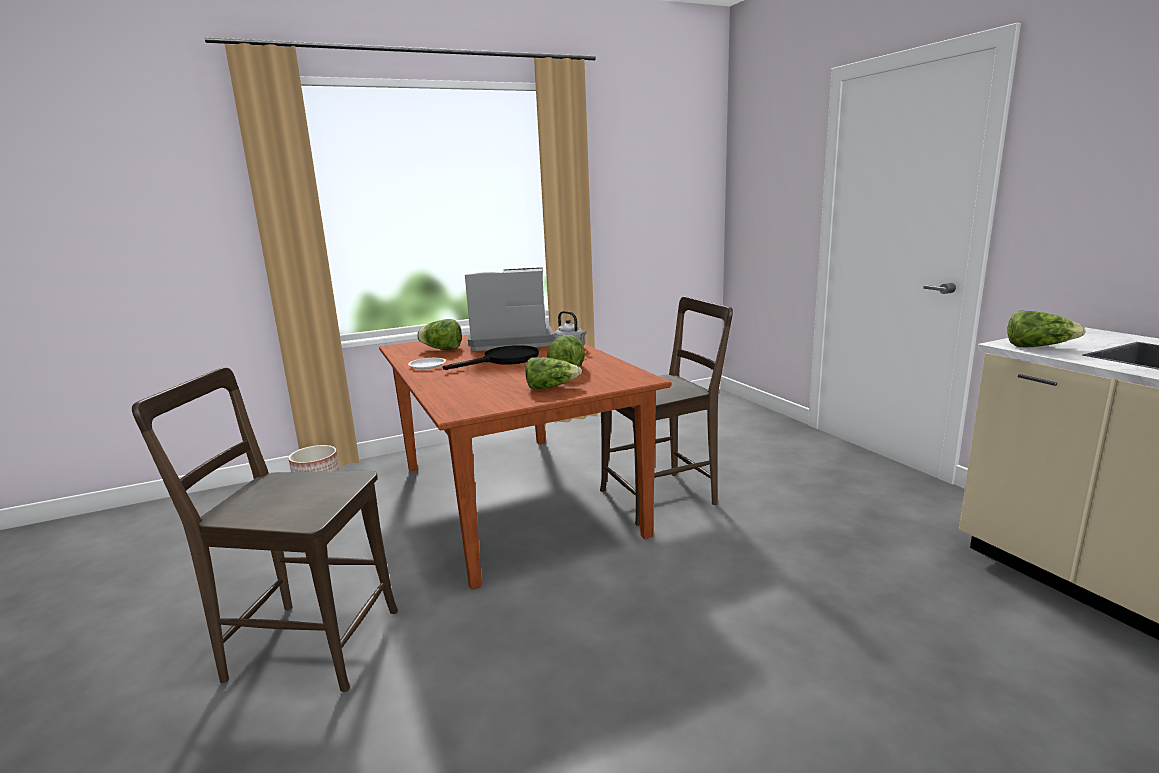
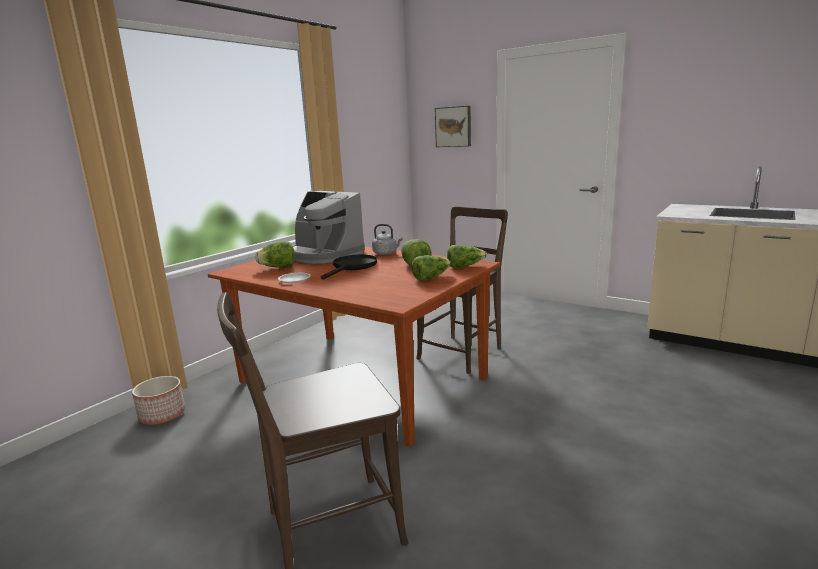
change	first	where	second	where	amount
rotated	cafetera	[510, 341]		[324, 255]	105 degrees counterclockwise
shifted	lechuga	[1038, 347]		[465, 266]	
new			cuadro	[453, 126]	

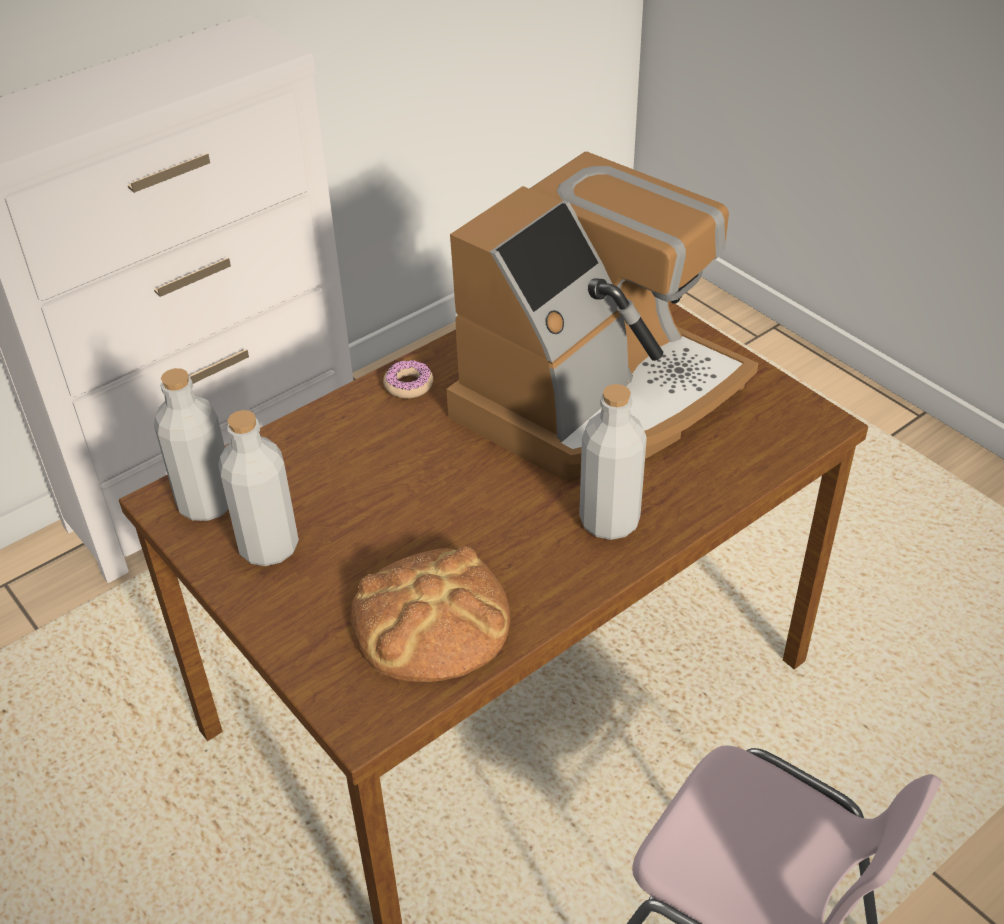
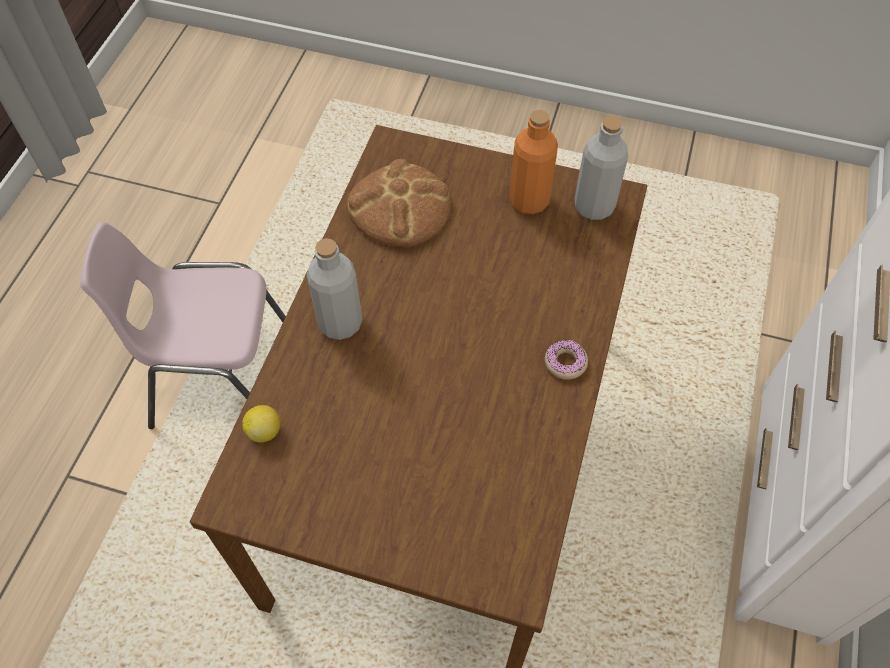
change	first	where	second	where	amount
gone	cafetera	[598, 397]			
repainted	botella (gris)	[269, 547]	botella (naranja)	[529, 200]	
new			limón	[264, 431]	

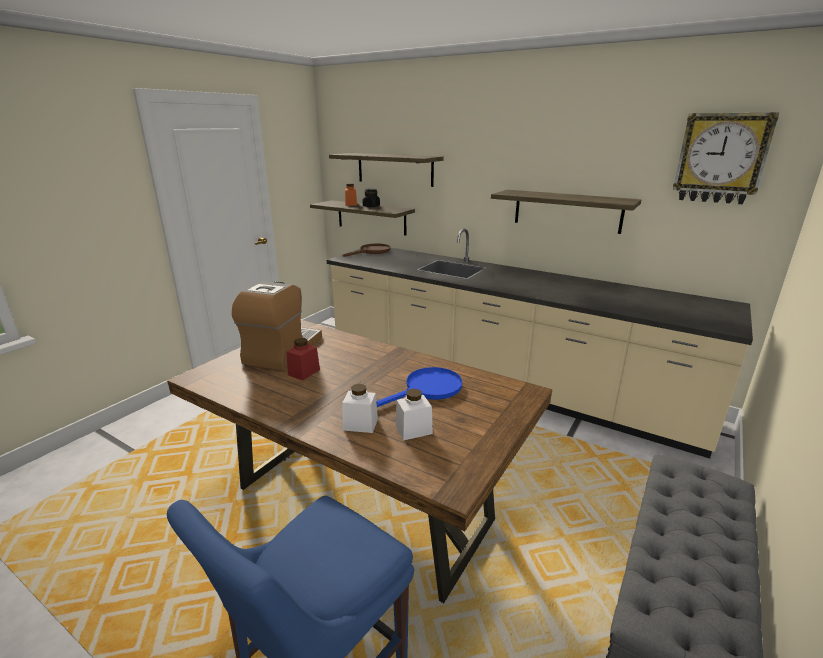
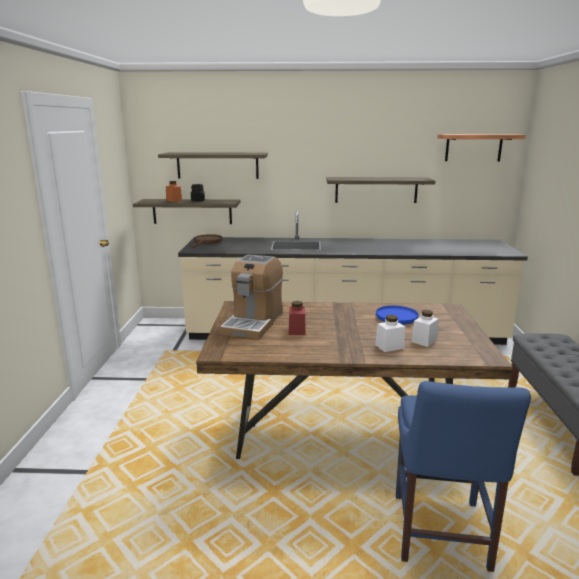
change	first	where	second	where	amount
swapped	reloj de pared	[721, 158]	estante	[473, 147]	
rotated	cafetera	[282, 351]		[253, 322]	150 degrees counterclockwise

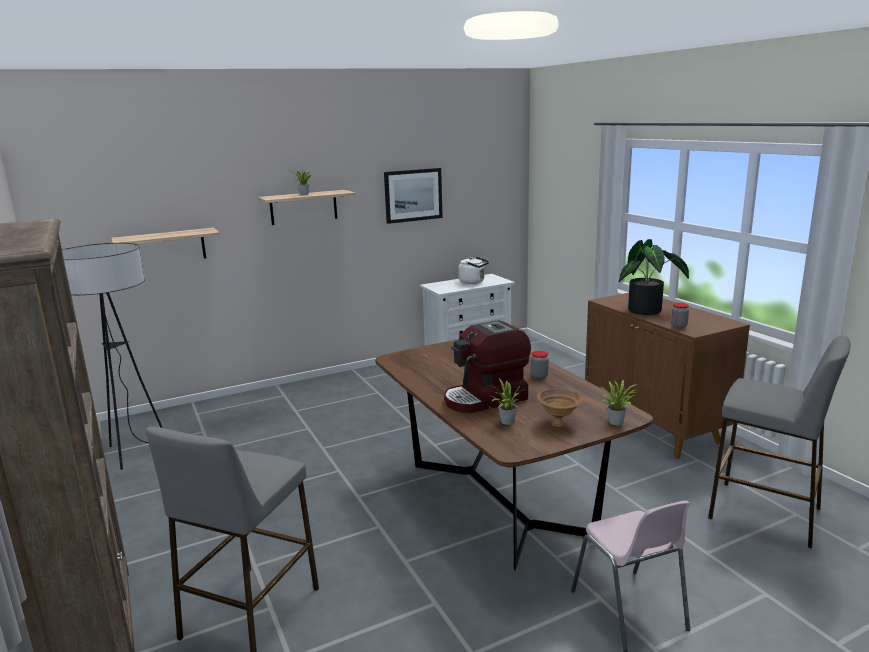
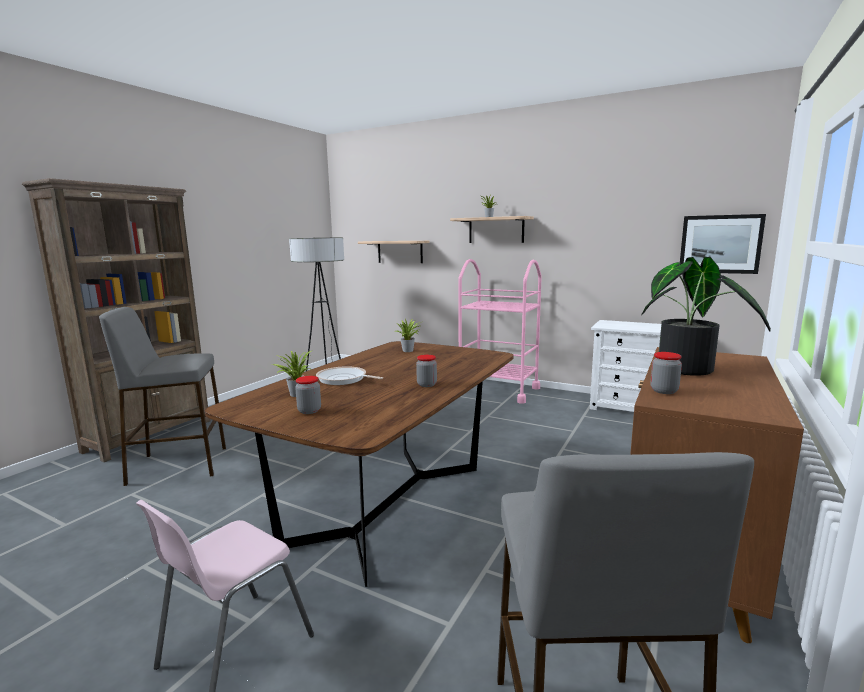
change	first	where	second	where	amount
shifted	cuadro	[413, 195]		[720, 244]	
gone	hervidor (blanco)	[473, 282]			
swapped	cafetera	[486, 399]	sartén	[344, 379]	
shifted	planta en maceta	[617, 421]		[409, 351]	
swapped	cuenco (marrón)	[558, 423]	tarro	[309, 411]	
new			carrito (rosa)	[498, 390]	

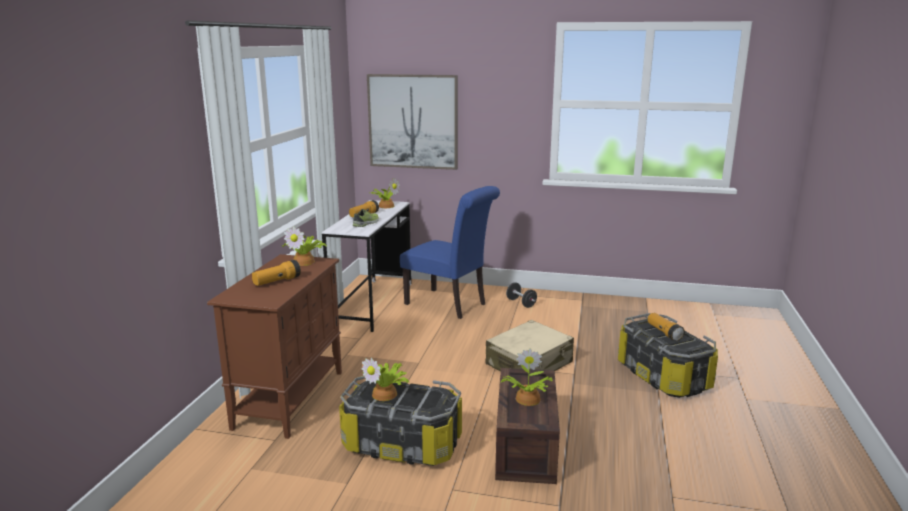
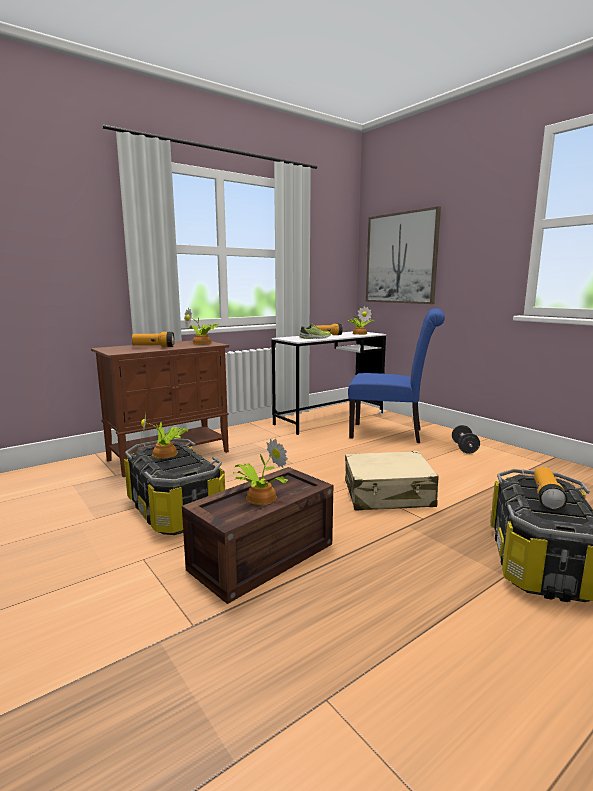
change	first	where	second	where	amount
rotated	silla (azul)	[450, 305]		[391, 433]	60 degrees counterclockwise

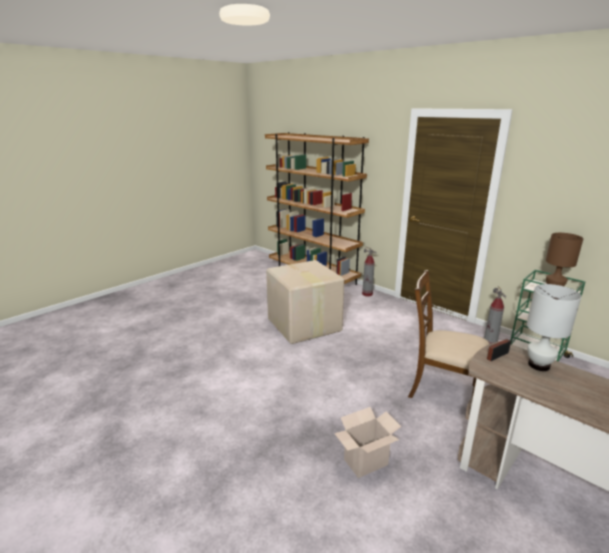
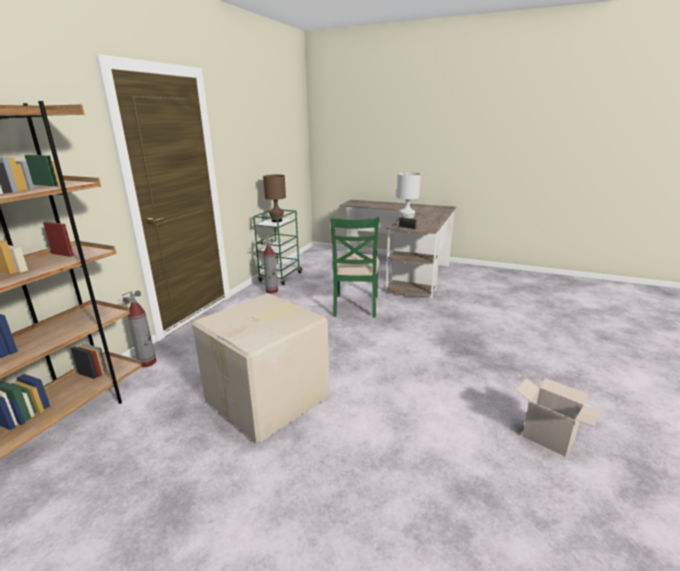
change	first	where	second	where	amount
repainted	silla (marrón)	[443, 390]	silla (verde)	[355, 305]	
shifted	caja de cartón	[365, 463]		[550, 438]	

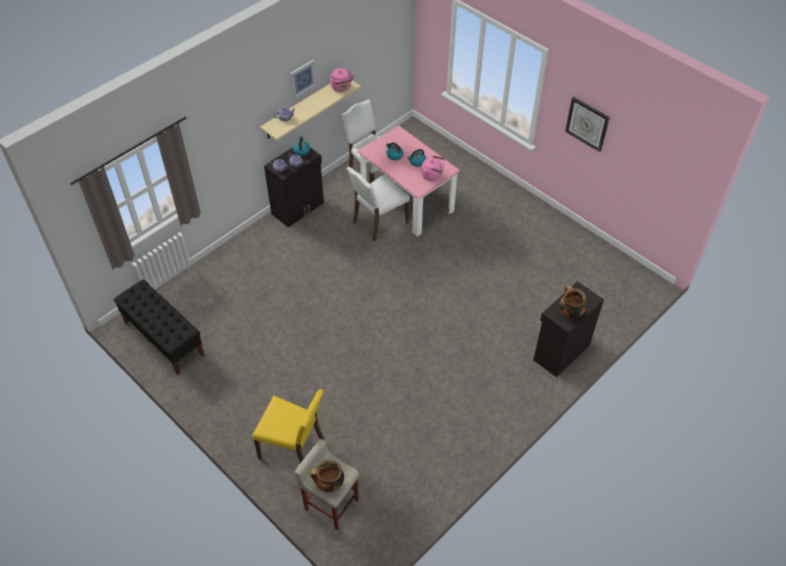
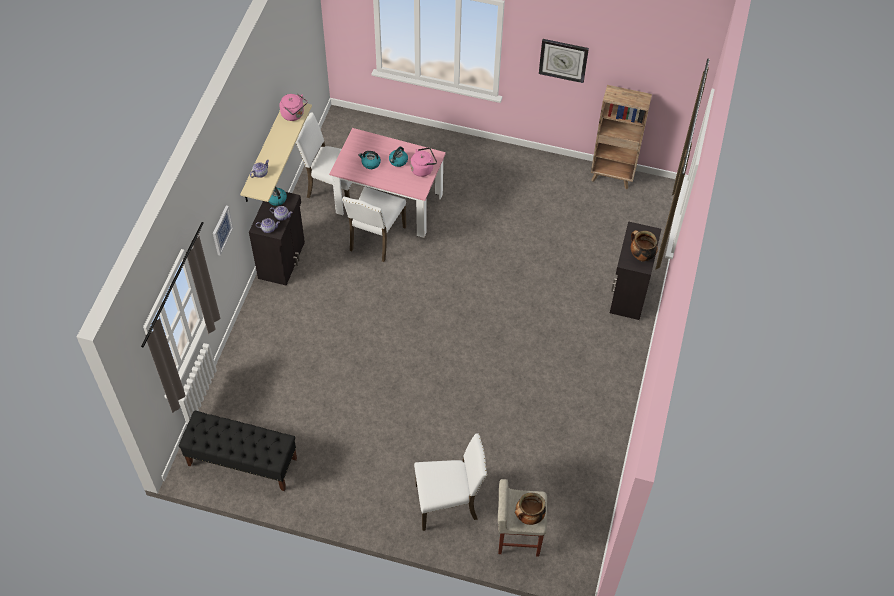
change	first	where	second	where	amount
shifted	cuadro	[302, 78]		[221, 230]	
repainted	silla (amarillo)	[293, 447]	silla (blanco)	[448, 503]	
new			estantería (marrón)	[612, 177]	

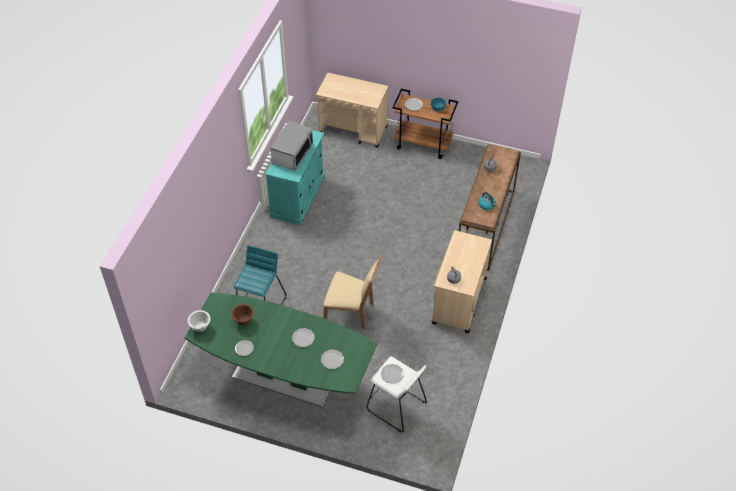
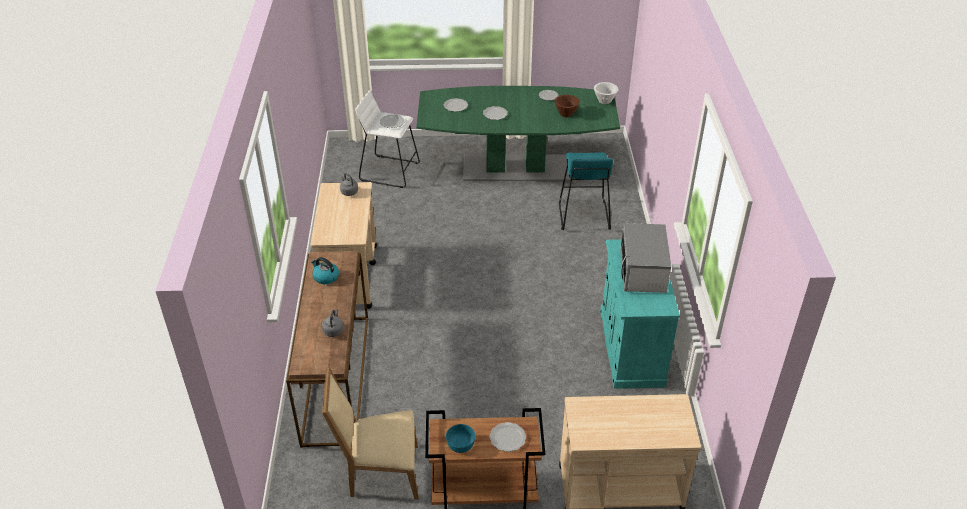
change	first	where	second	where	amount
shifted	silla (beis)	[352, 312]		[379, 473]	

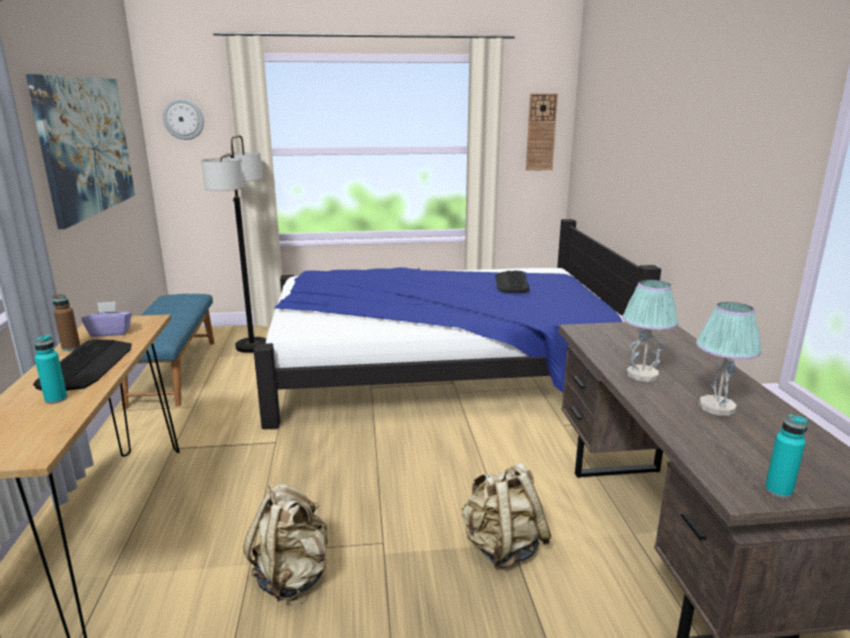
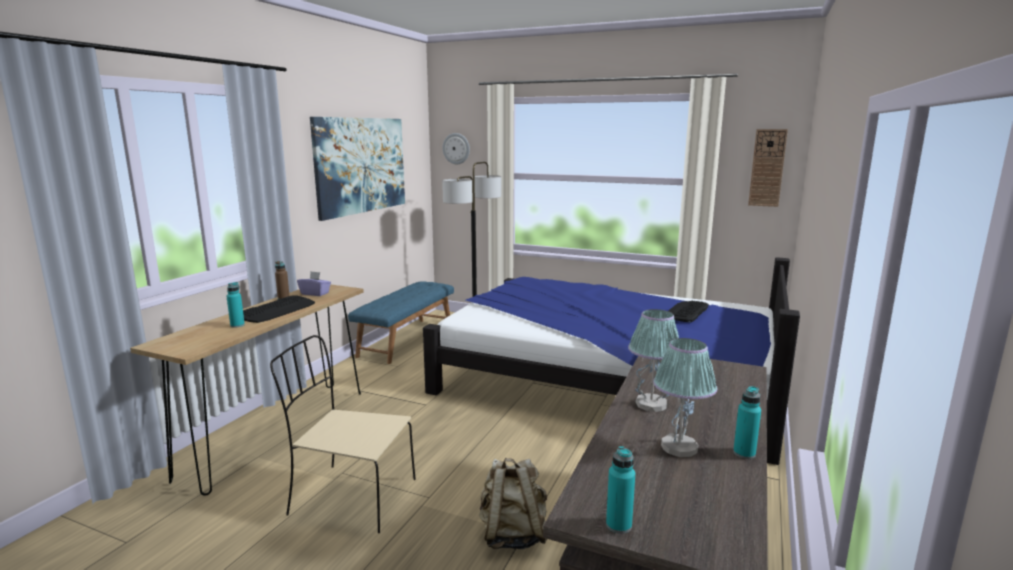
change	first	where	second	where	amount
swapped	mochila (beis)	[292, 576]	silla (beis)	[350, 497]	
new			botella (turquesa)	[744, 453]	

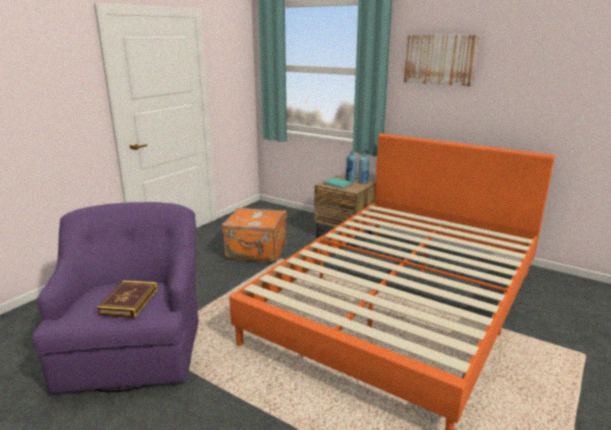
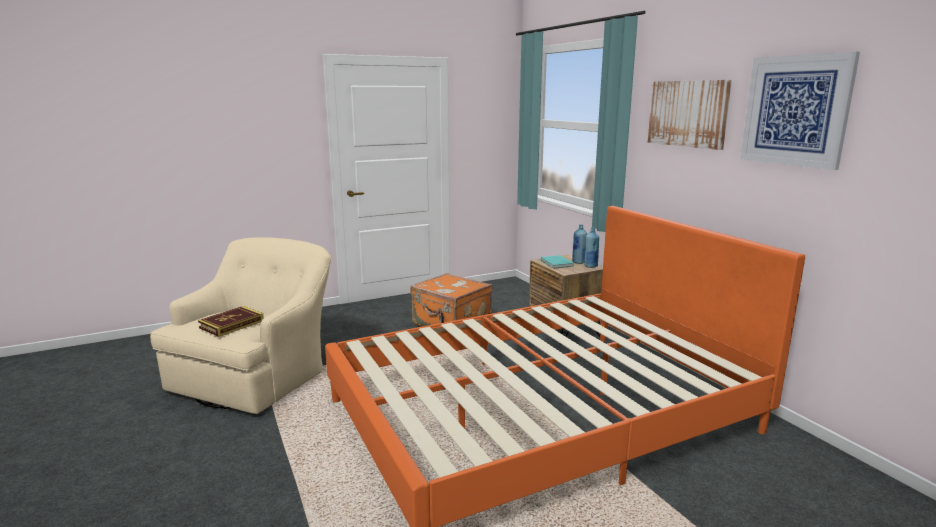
change	first	where	second	where	amount
repainted	sillón (morado)	[134, 346]	sillón (beis)	[257, 376]	
new			cuadro	[795, 110]	

